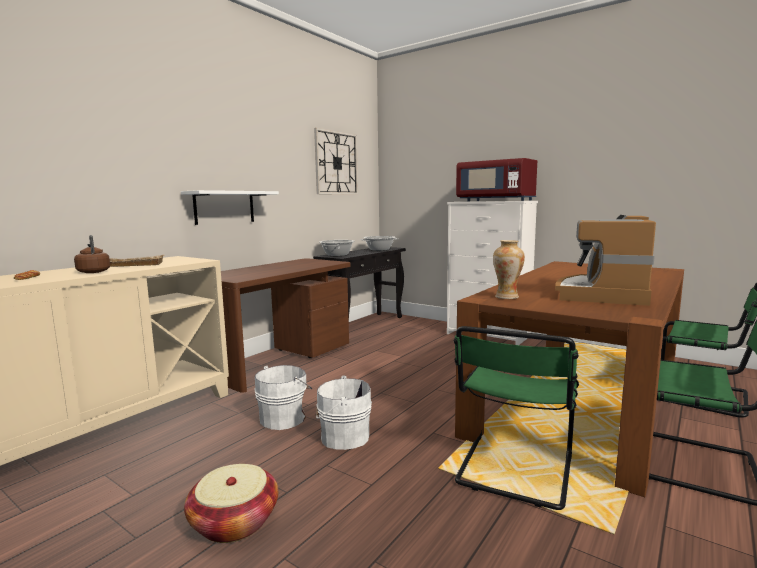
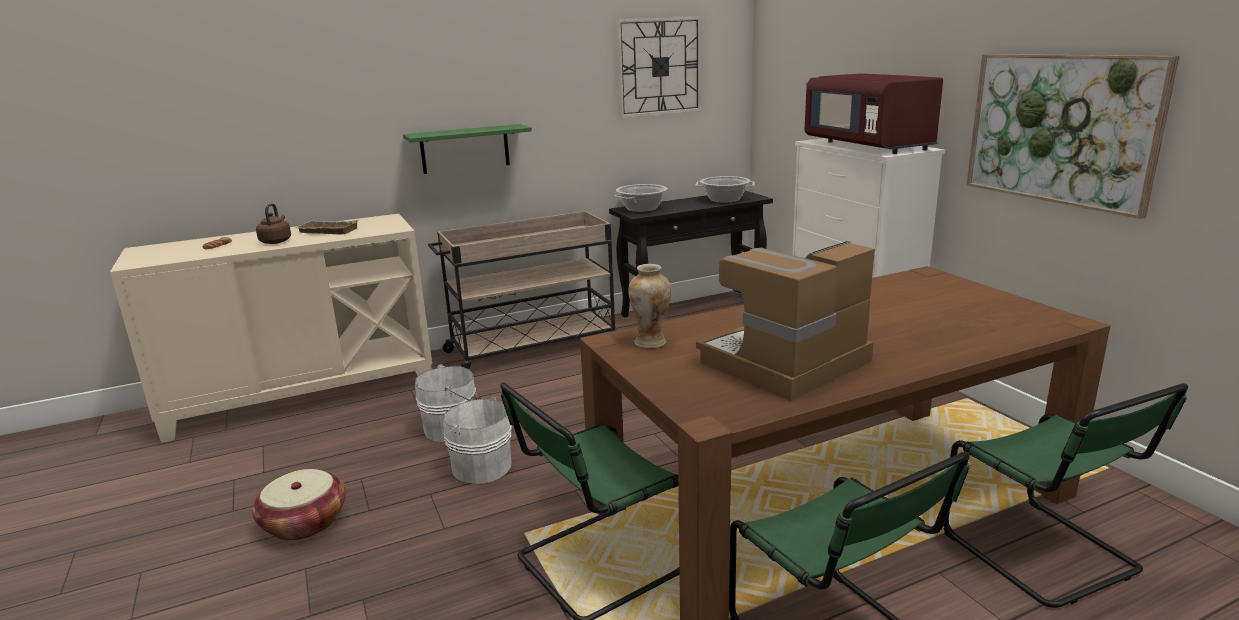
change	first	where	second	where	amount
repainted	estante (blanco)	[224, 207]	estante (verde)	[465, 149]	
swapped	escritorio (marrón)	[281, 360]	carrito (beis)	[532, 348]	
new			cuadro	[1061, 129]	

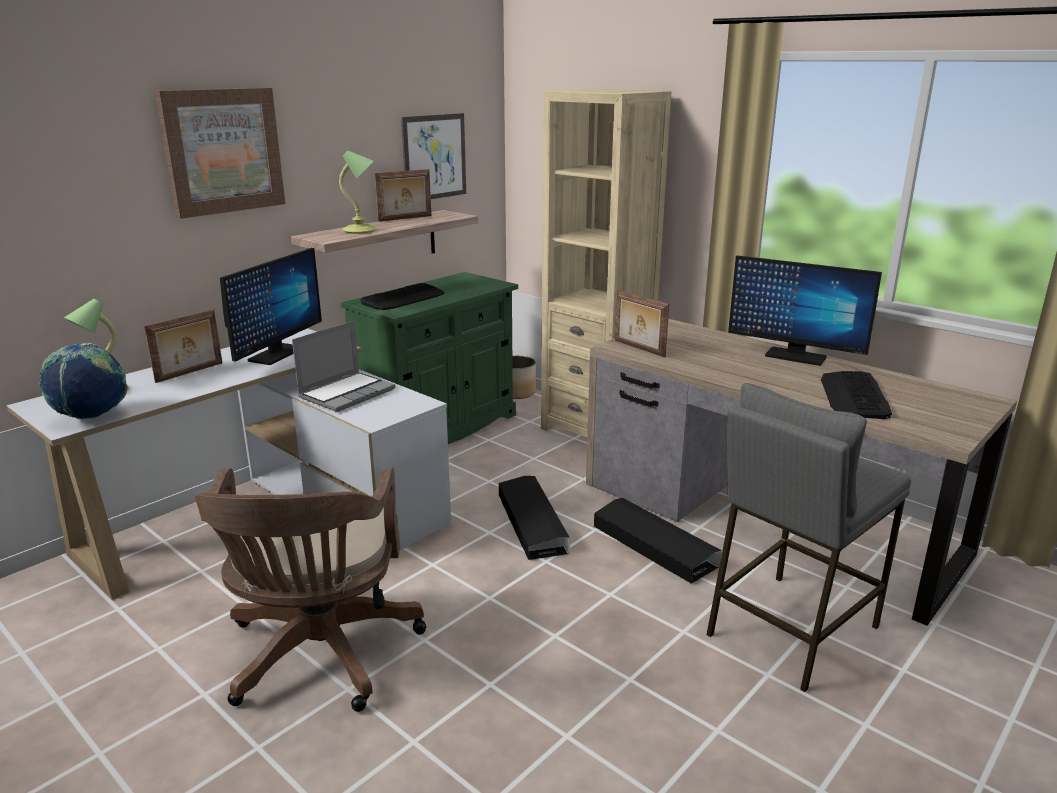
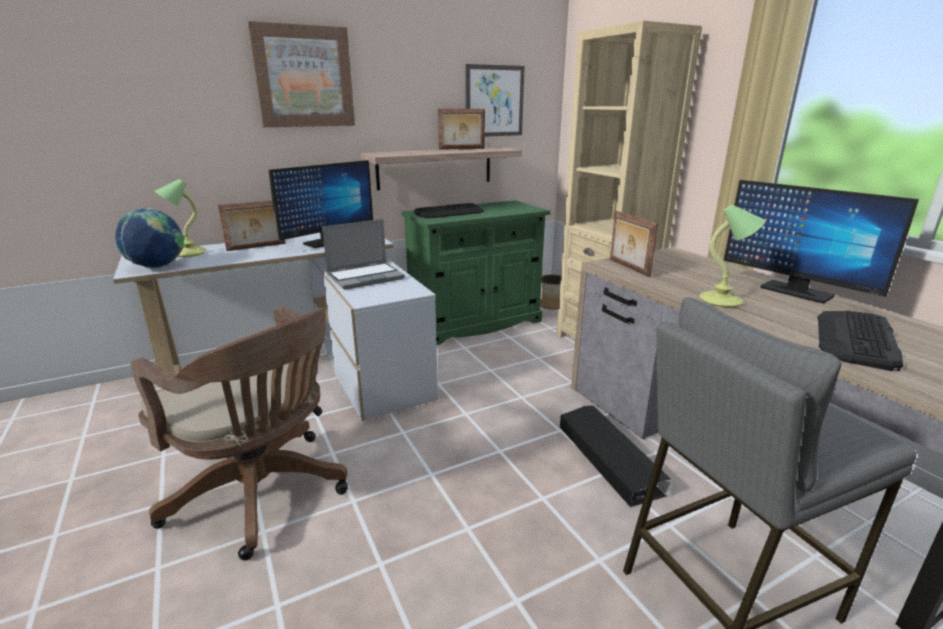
change	first	where	second	where	amount
shifted	lámpara de mesa	[360, 230]		[722, 301]	
rotated	silla de oficina (marrón)	[320, 657]		[264, 494]	75 degrees counterclockwise
gone	caja de almacenaje (negro)	[532, 523]			

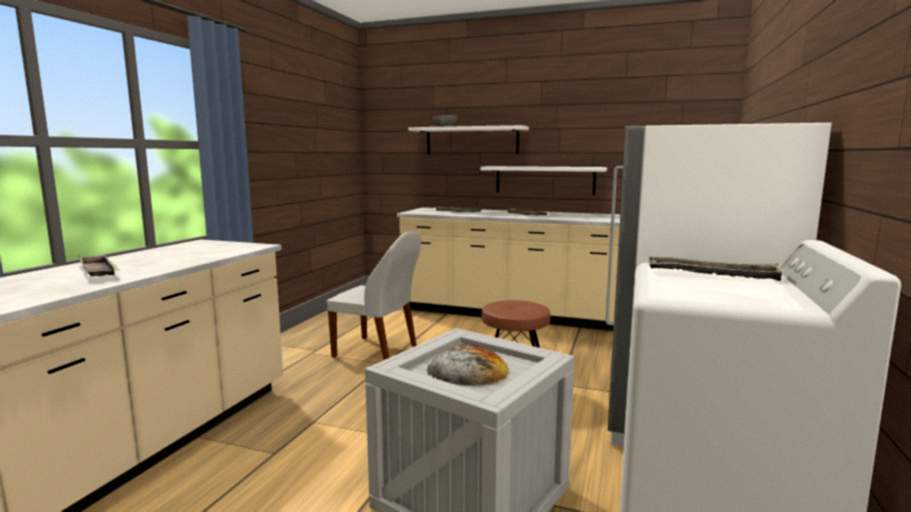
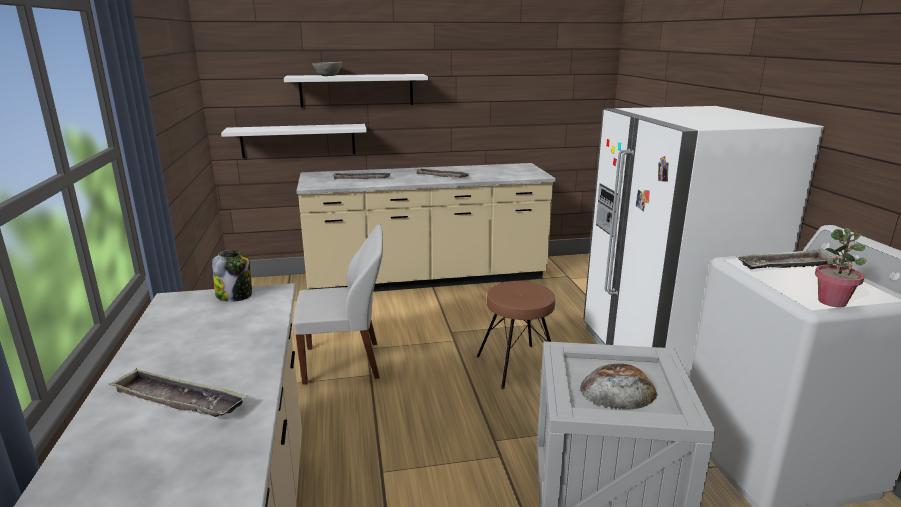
change	first	where	second	where	amount
shifted	estante (blanco)	[544, 180]		[298, 140]	
new			planta en maceta	[832, 302]	
new			tarro	[235, 295]	

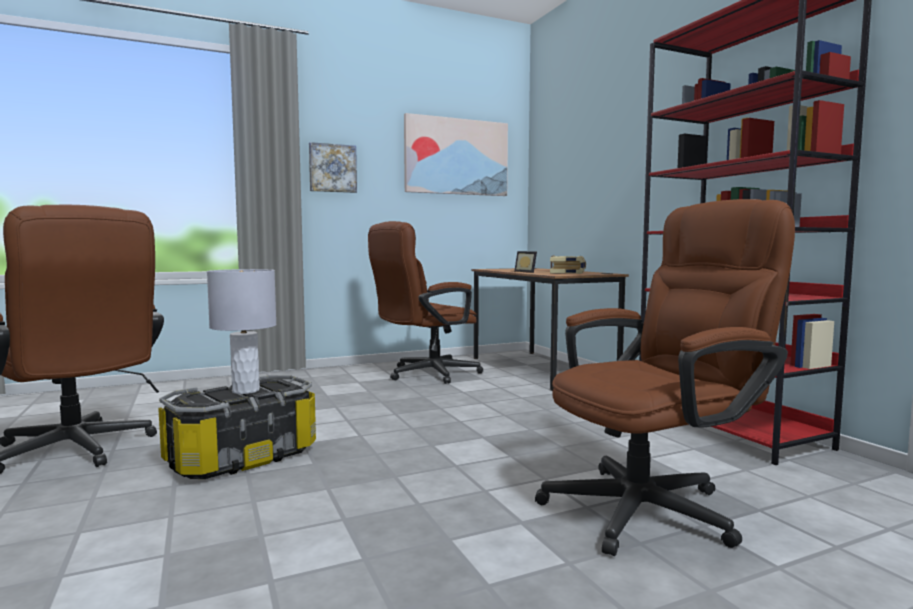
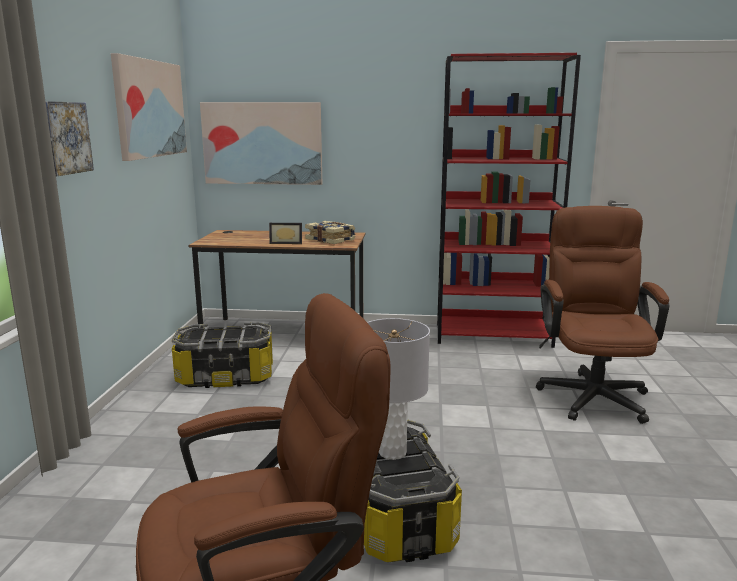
change	first	where	second	where	amount
swapped	silla de oficina (marrón)	[425, 374]	caja de almacenaje	[225, 377]	
new			cuadro	[262, 143]	

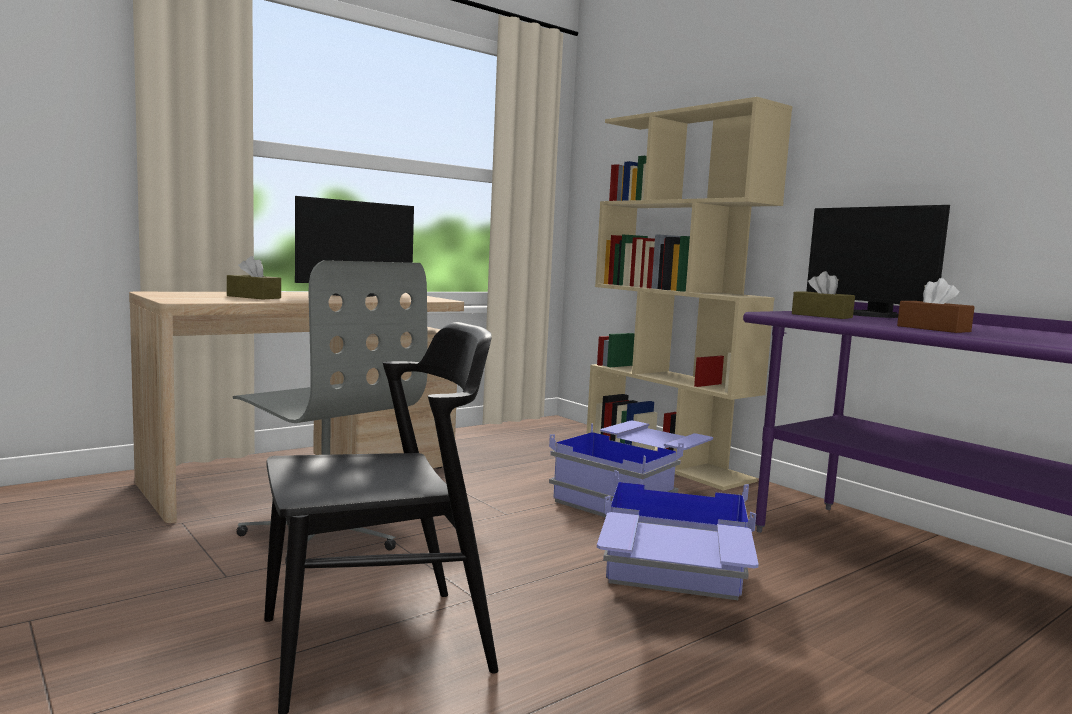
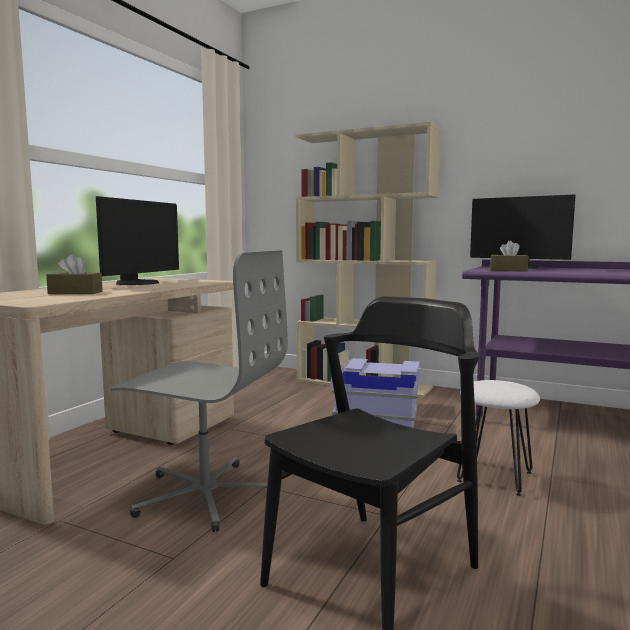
change	first	where	second	where	amount
gone	caja de pañuelos (marrón)	[933, 329]			
swapped	caja de almacenaje (azul)	[671, 596]	taburete (blanco)	[494, 477]	

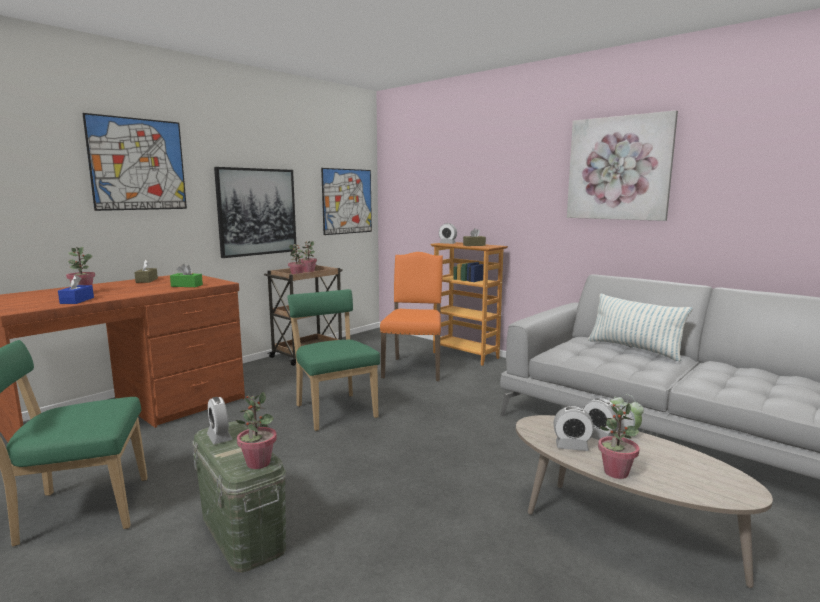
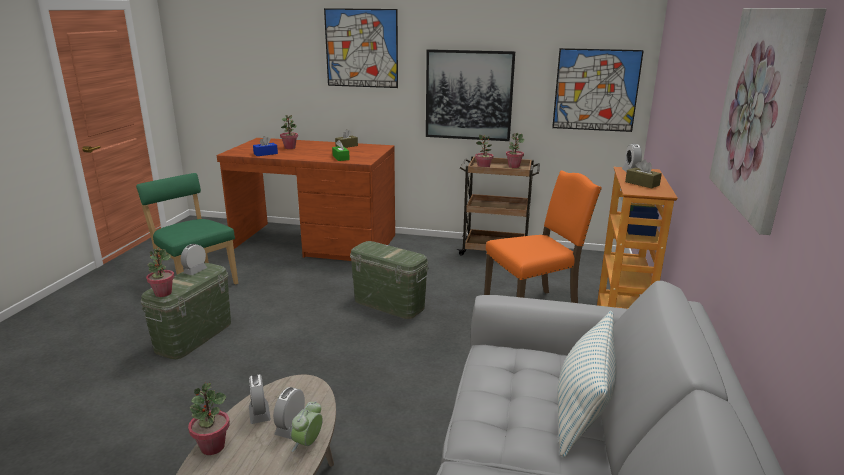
change	first	where	second	where	amount
swapped	silla (verde)	[334, 410]	caja de almacenaje (verde)	[389, 304]	

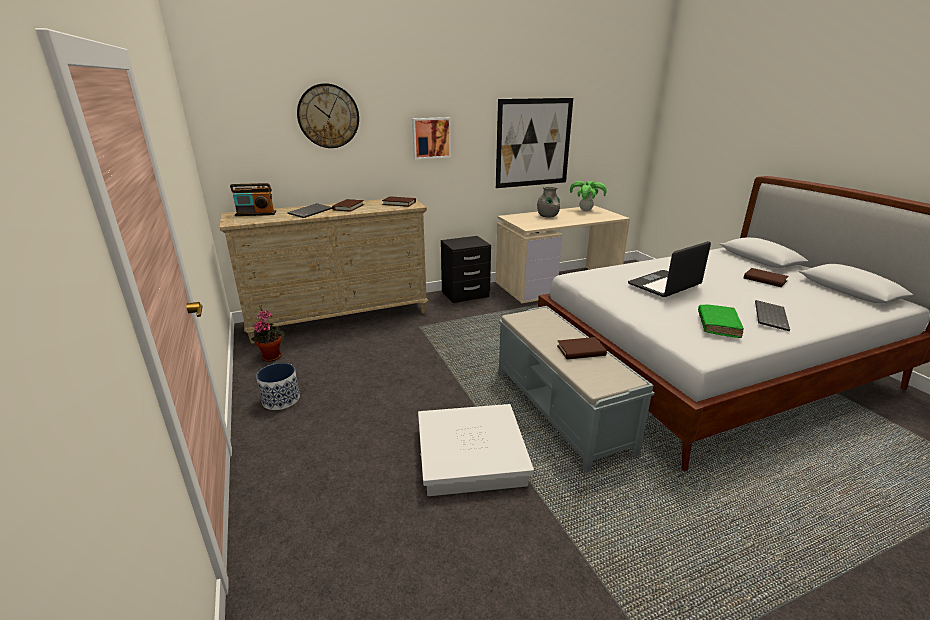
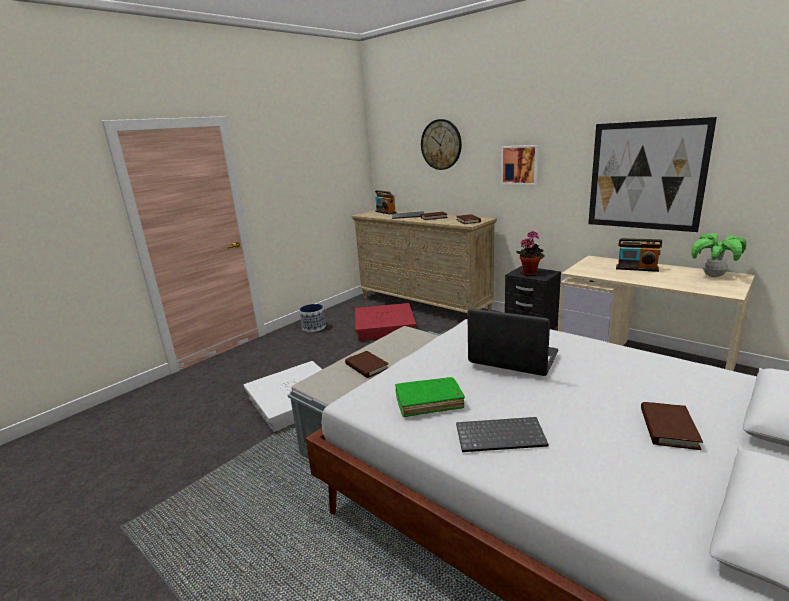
change	first	where	second	where	amount
swapped	florero (gris)	[547, 216]	radio	[636, 268]	
shifted	planta en maceta	[271, 356]		[530, 273]	
new			caja de almacenaje (rojo)	[384, 327]	

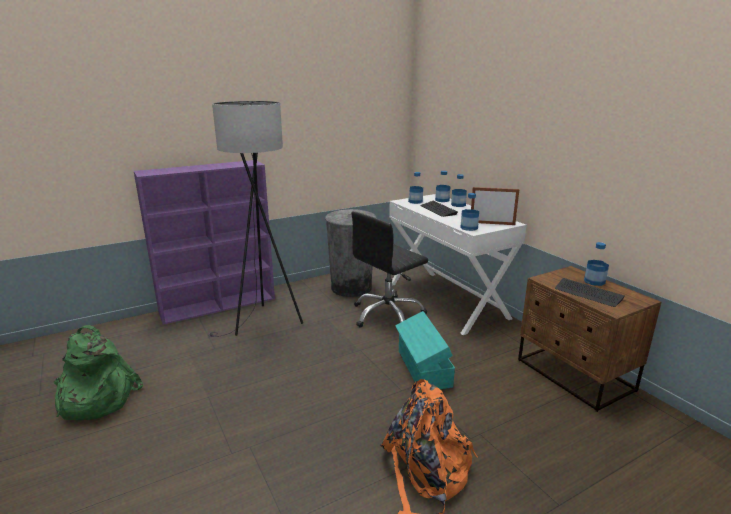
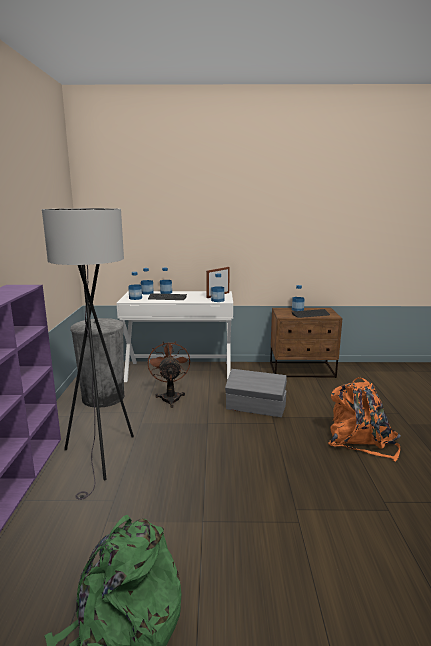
change	first	where	second	where	amount
swapped	silla de oficina (negro)	[388, 315]	ventilador (marrón)	[170, 397]	
repainted	caja de almacenaje (turquesa)	[423, 369]	caja de almacenaje (gris)	[256, 407]	

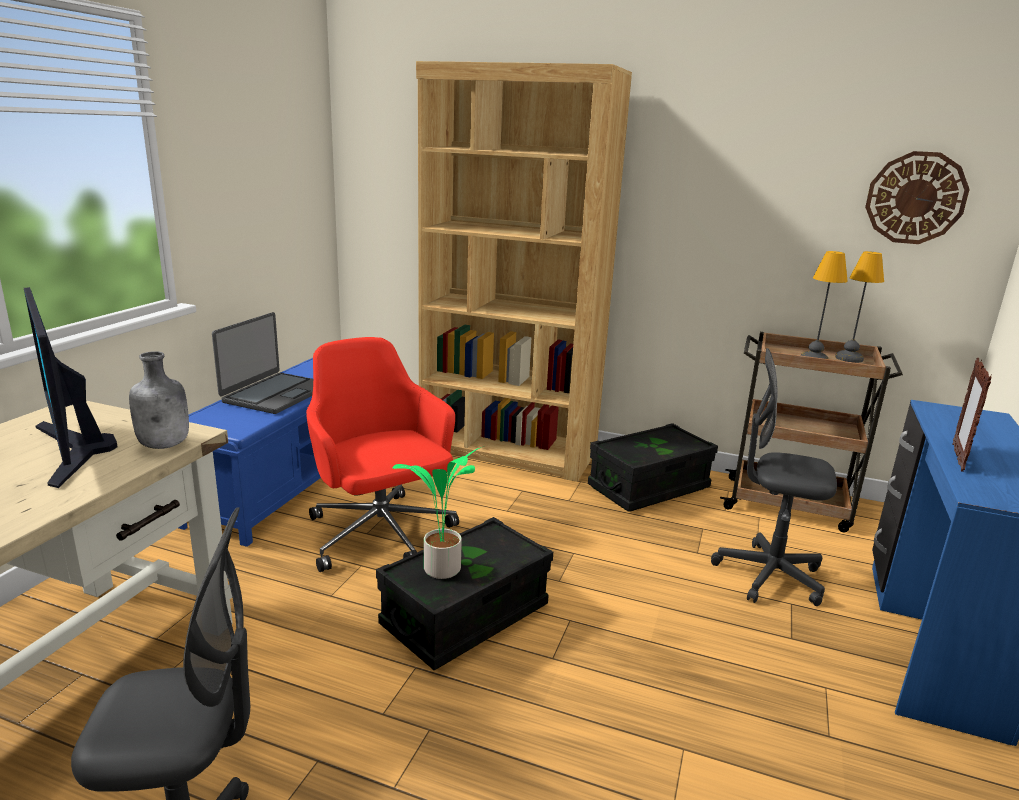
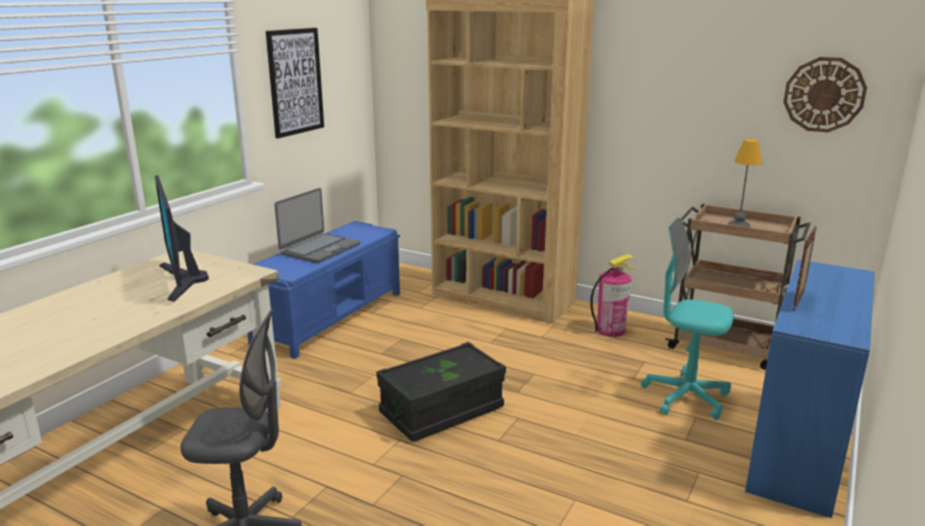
change	first	where	second	where	amount
gone	lámpara de mesa	[849, 358]			
gone	silla de oficina (rojo)	[381, 535]			
repainted	silla de oficina (gris)	[768, 576]	silla de oficina (turquesa)	[685, 397]	
gone	botella (gris)	[165, 445]			
swapped	caja de almacenaje (negro)	[649, 487]	extintor	[610, 330]	
gone	planta en maceta	[441, 571]			
new			cuadro	[295, 82]	

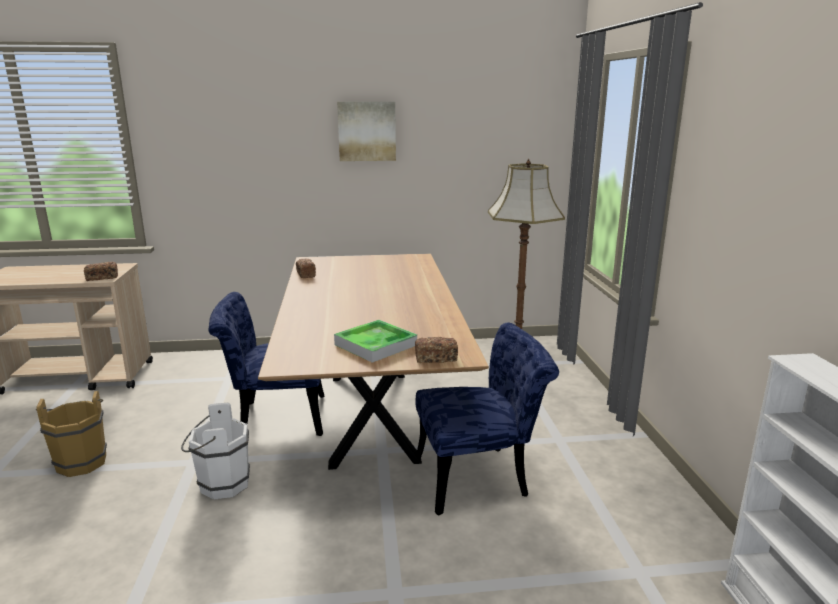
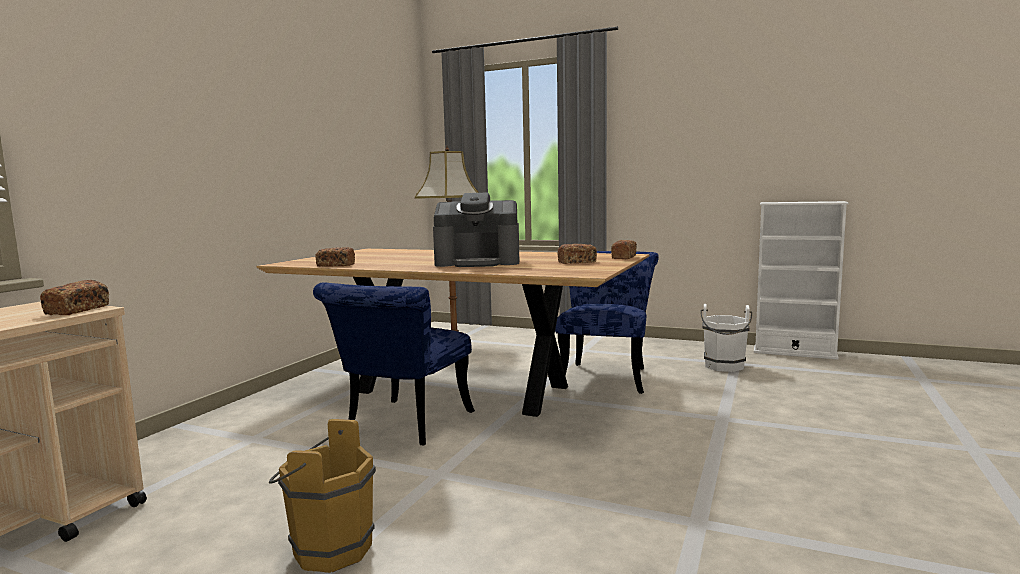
change	first	where	second	where	amount
gone	cuadro	[367, 131]			
swapped	bandeja	[375, 345]	pan	[577, 262]	
shifted	cubo (blanco)	[220, 485]		[724, 367]	
new			cafetera	[478, 262]	

